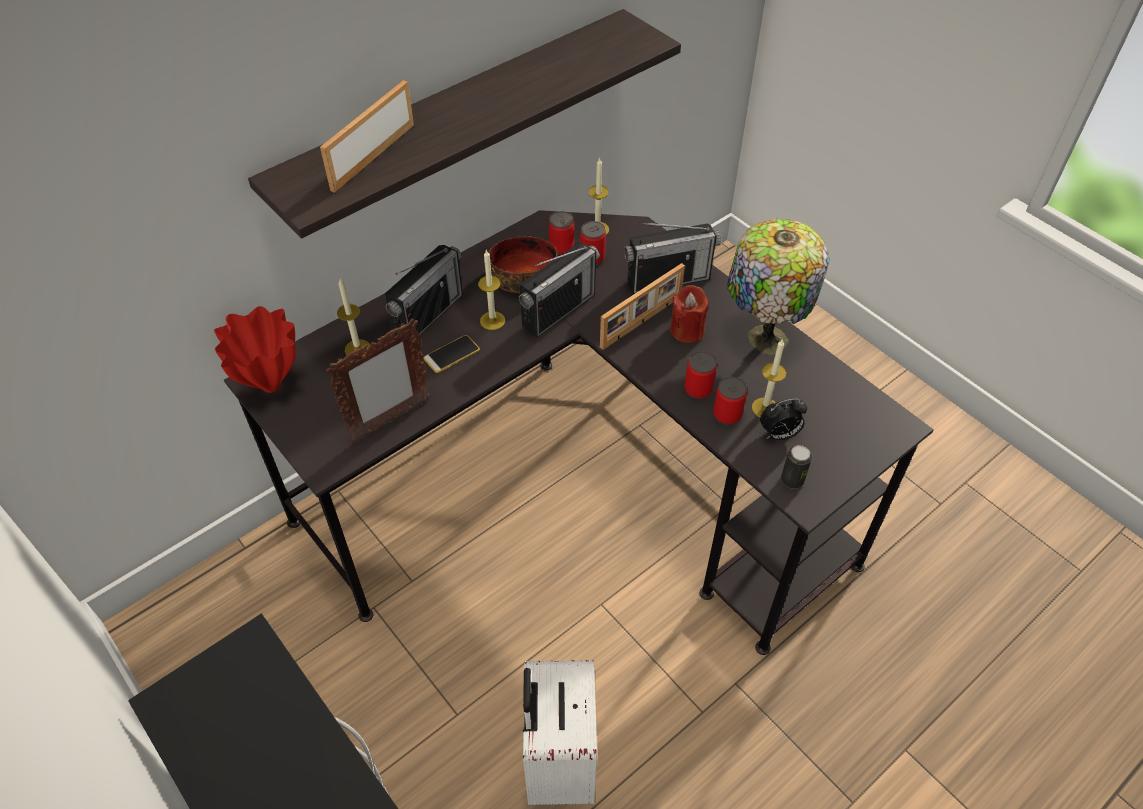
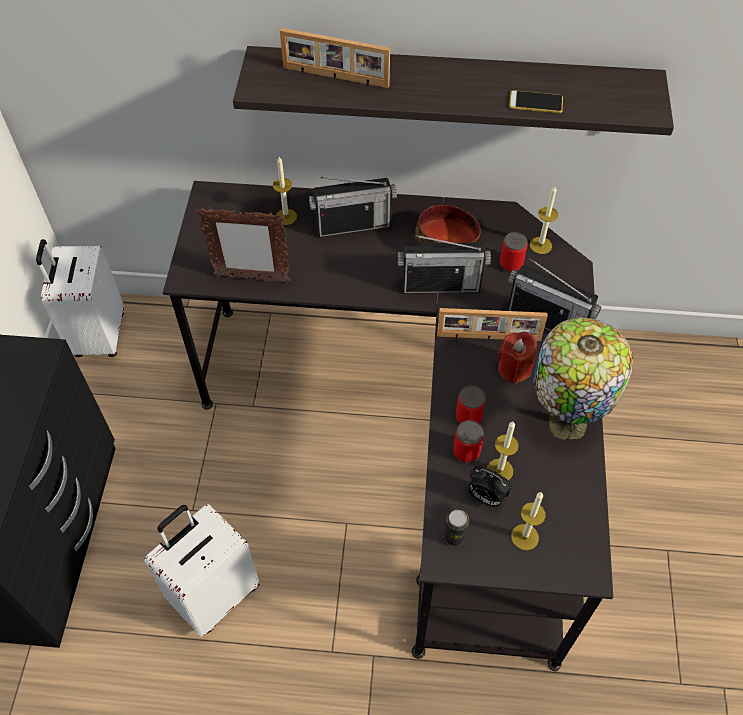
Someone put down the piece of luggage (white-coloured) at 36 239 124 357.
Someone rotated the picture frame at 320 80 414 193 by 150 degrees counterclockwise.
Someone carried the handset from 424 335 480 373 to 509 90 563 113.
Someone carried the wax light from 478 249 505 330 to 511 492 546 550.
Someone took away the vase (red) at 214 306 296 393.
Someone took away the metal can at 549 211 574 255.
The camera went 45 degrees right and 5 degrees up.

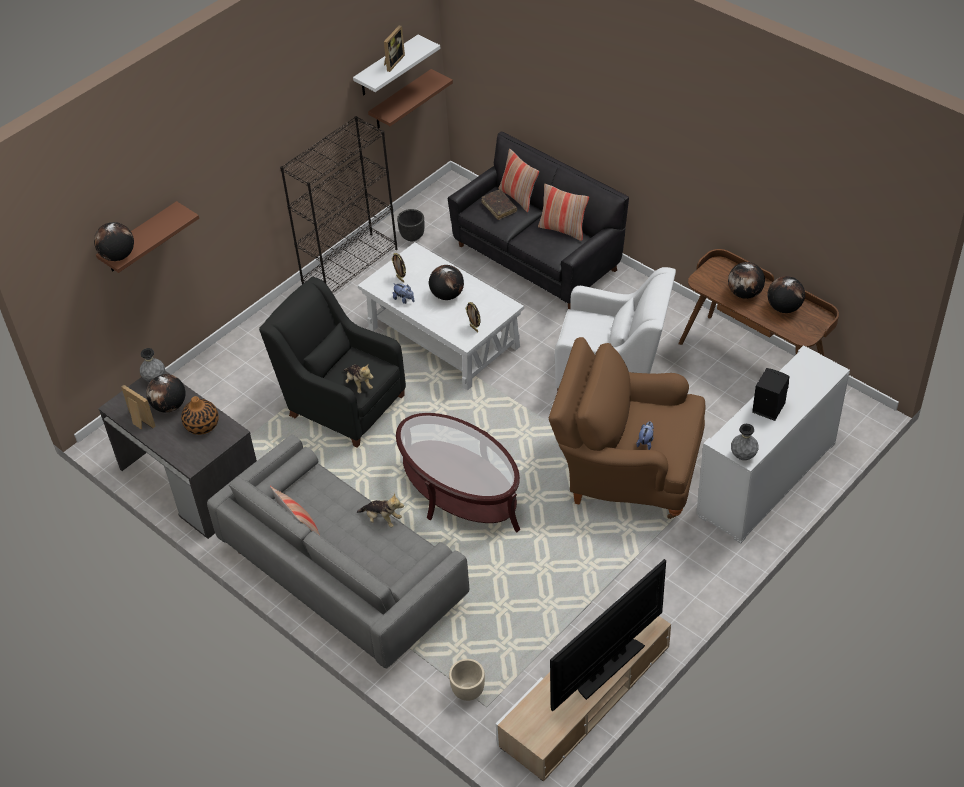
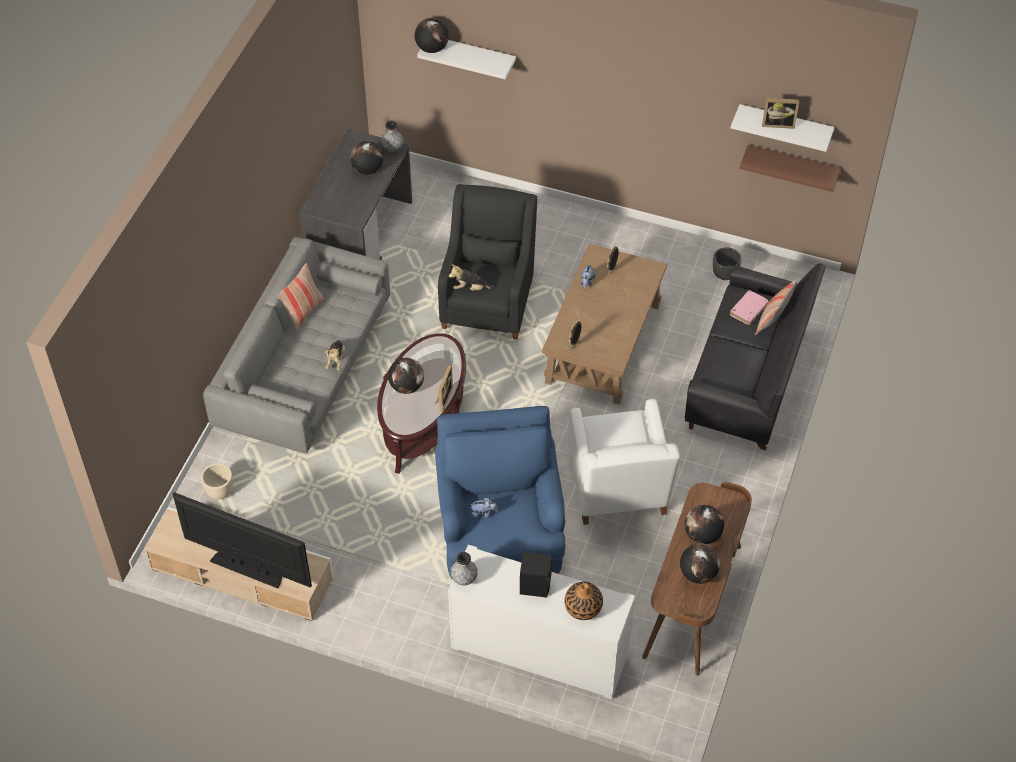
Someone carried the desk globe from 429 265 464 300 to 388 358 424 394.
Someone repainted the shelf (brown-coloured) at 96 201 199 273, which became the shelf (white-coloured) at 417 40 516 79.
Someone carried the picture frame from 121 385 155 430 to 435 364 453 412.
Someone repainted the armchair (brown-coloured) at 549 337 705 519, which became the armchair (bluish) at 435 406 565 580.
Someone rotated the plush toy at 343 365 373 393 by 60 degrees clockwise.
Someone repainted the low table (white-coloured) at 358 242 524 390, which became the low table (brown-coloured) at 542 244 667 405.
Someone carried the vase from 181 396 219 435 to 565 582 603 620.
Someone repainted the book (brown-coloured) at 482 189 517 220, which became the book (pinkish) at 730 290 769 325.
Someone took away the bookcase (black-coloured) at 280 116 398 293.
Someone took away the pillow at 538 184 589 241.
The camera went 65 degrees right and 5 degrees up.

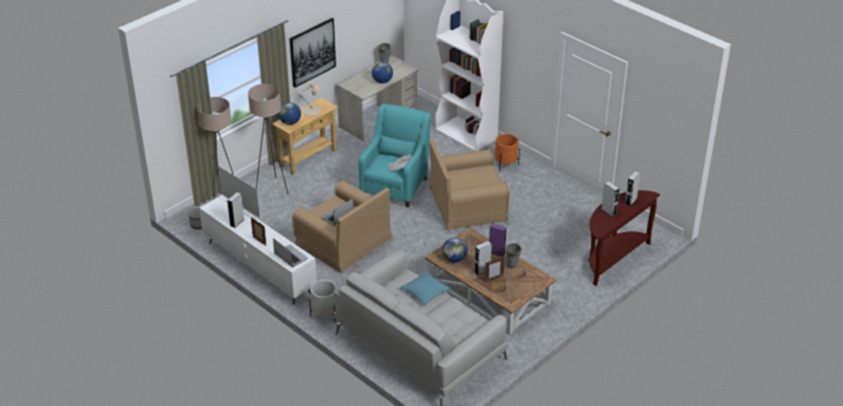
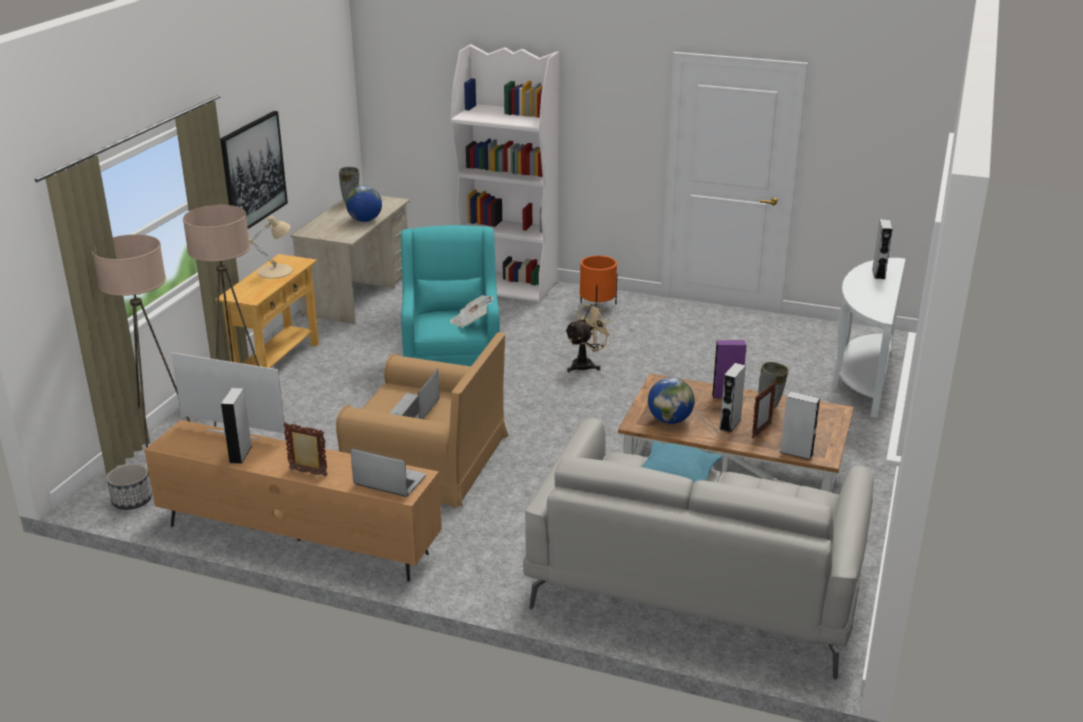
Someone repainted the media console (white-coloured) at 199 195 317 304, which became the media console (brown-coloured) at 144 420 442 582.
Someone swapped the armchair (brown-coloured) at 428 139 509 231 for the fan (beige-coloured) at 565 302 615 373.
Someone carried the audio speaker (gray) from 601 181 620 217 to 780 391 820 460.
Someone repainted the hall table (brown-coloured) at 588 190 660 286, which became the hall table (white-coloured) at 831 258 906 418.
Someone took away the desk globe at 278 102 301 125.
Someone took away the plant pot (white-coloured) at 309 280 337 322.
The camera went 25 degrees left and 10 degrees down.

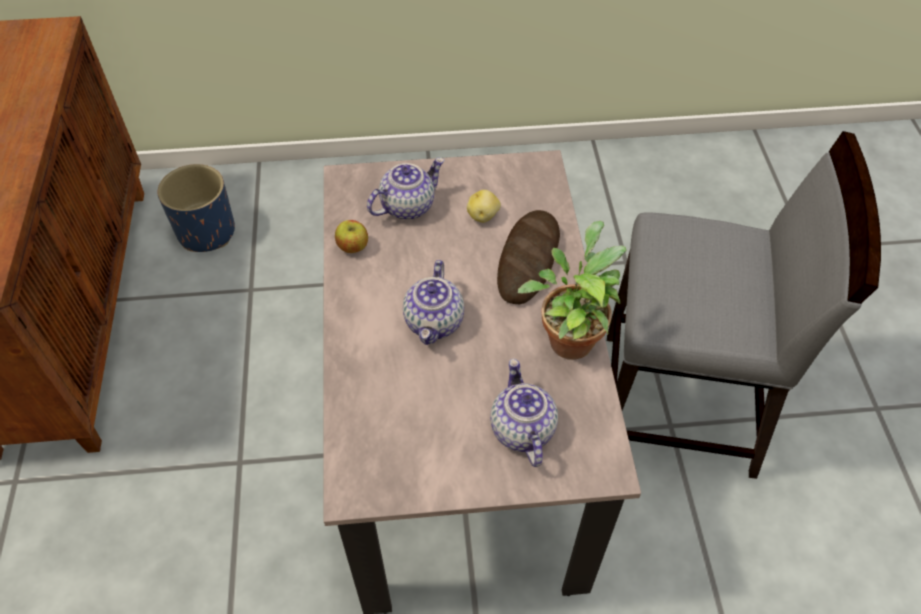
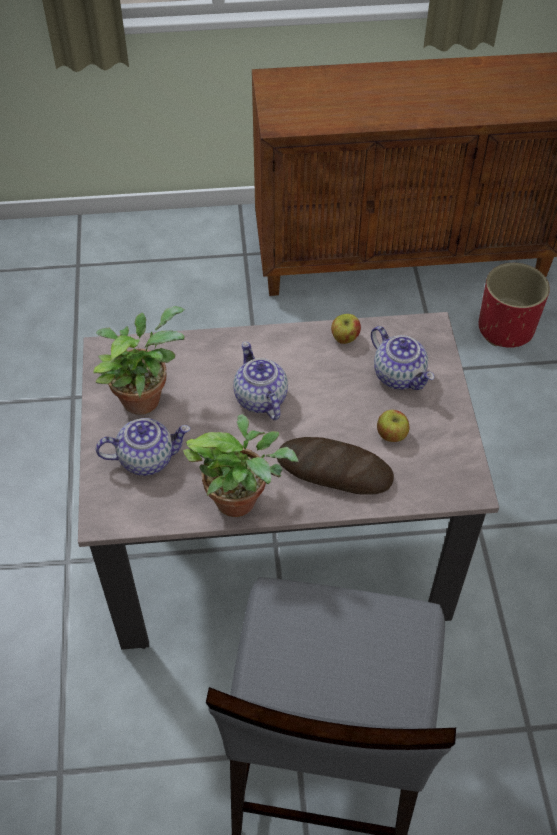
Someone put down the potted plant at 93 306 185 415.
Someone rotated the pot for tea at 403 260 464 345 by 60 degrees clockwise.
Someone swapped the spud at 467 190 501 223 for the whole apple at 377 410 410 442.
Someone repainted the plant pot (bluish) at 158 164 235 252, which became the plant pot (red) at 479 263 550 348.
The camera went 90 degrees right and 0 degrees up.

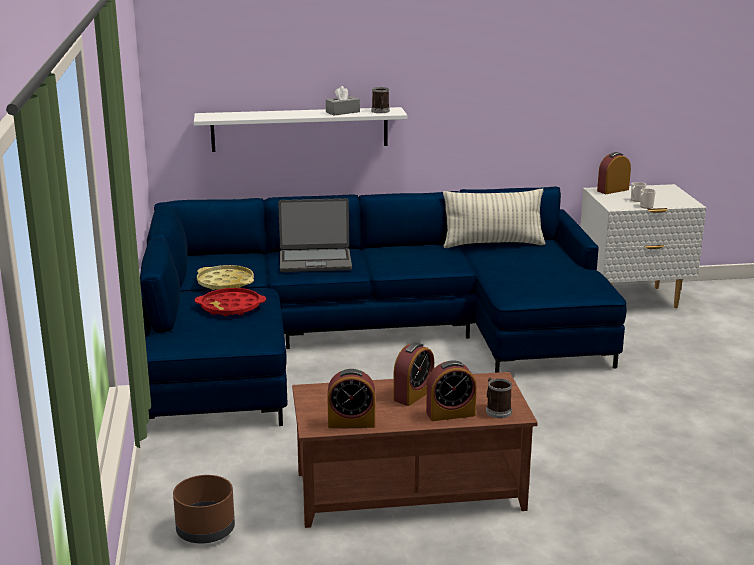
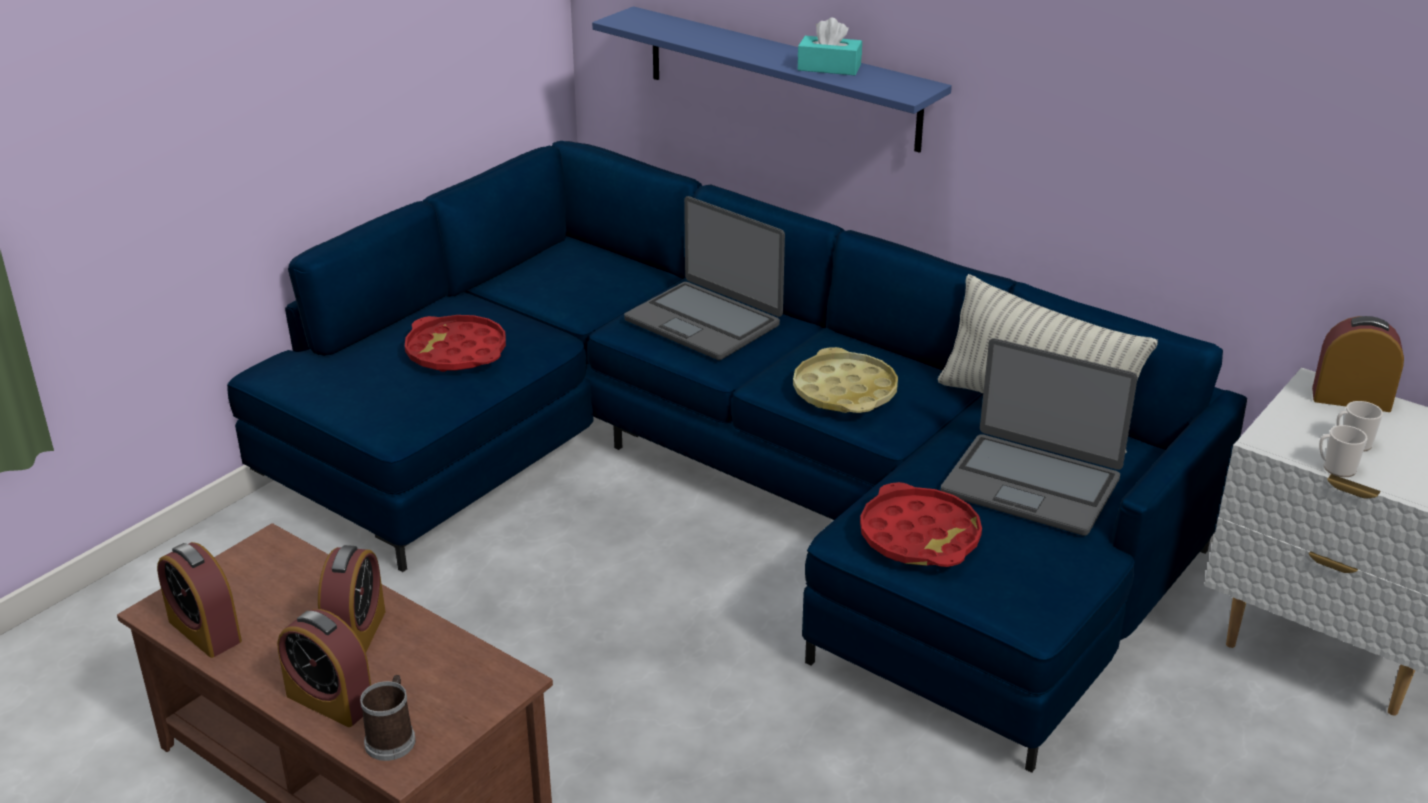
Someone rotated the bedside clock at 393 342 434 406 by 75 degrees counterclockwise.
Someone repainted the shelf (white-coloured) at 194 107 407 152, which became the shelf (bluish) at 592 6 952 153.
Someone carried the serving tray (yellow-coloured) from 197 265 254 290 to 793 347 898 413.
Someone repainted the tissue holder (gray) at 326 86 360 116, which became the tissue holder (blue-green) at 798 17 862 75.
Someone put down the serving tray (red) at 860 482 982 567.
Someone put down the laptop at 941 338 1138 536.
Someone took away the plant pot (brown-coloured) at 173 475 235 543.
Someone took away the tea mug at 371 87 390 113.
The camera went 45 degrees right and 10 degrees up.

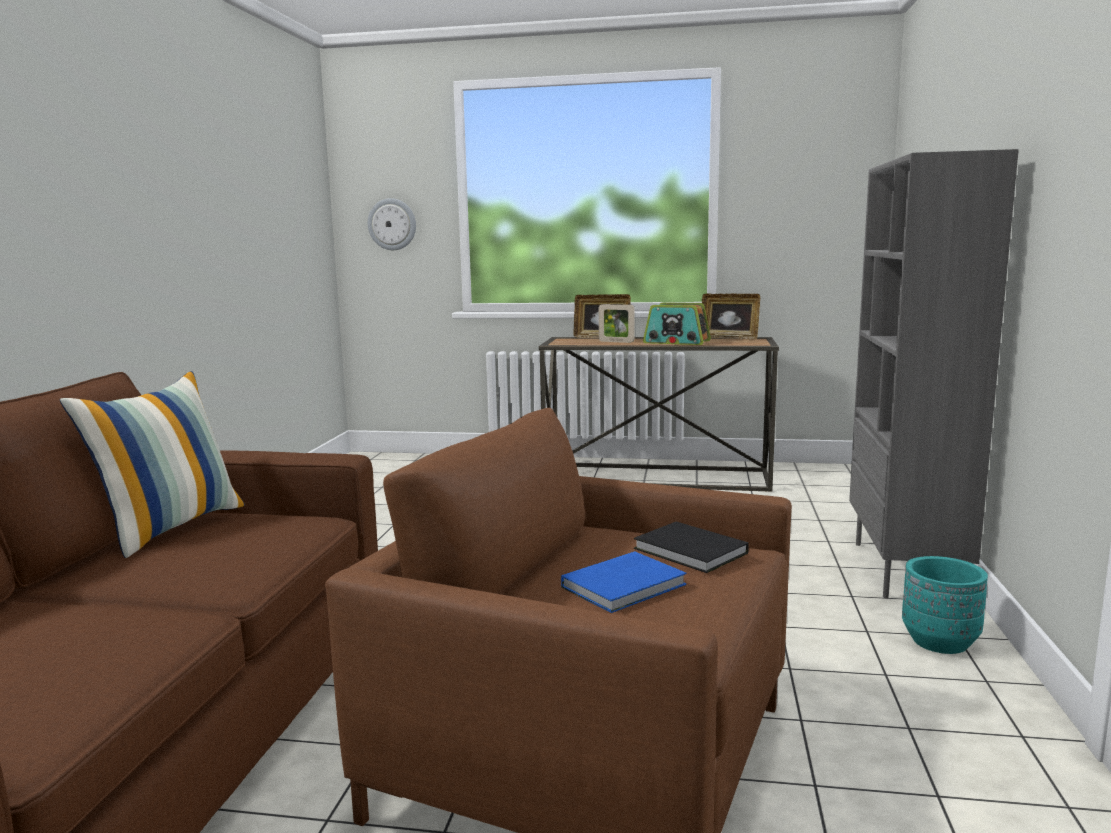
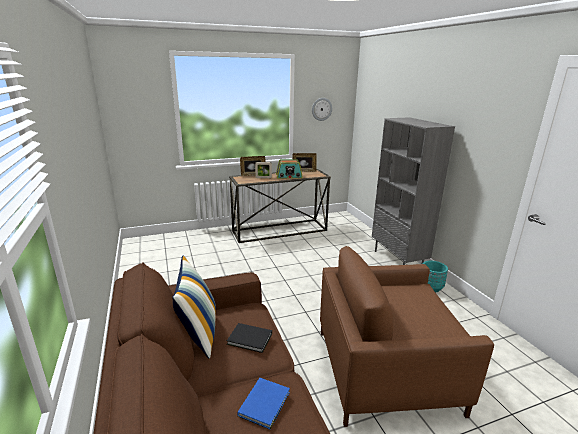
Someone carried the book (black-coloured) from 634 522 749 573 to 227 323 272 353.
Someone carried the book (bluish) from 561 551 686 613 to 238 378 290 430.
Someone carried the wall clock from 368 198 416 250 to 312 98 332 121.
The camera went 30 degrees left and 10 degrees up.

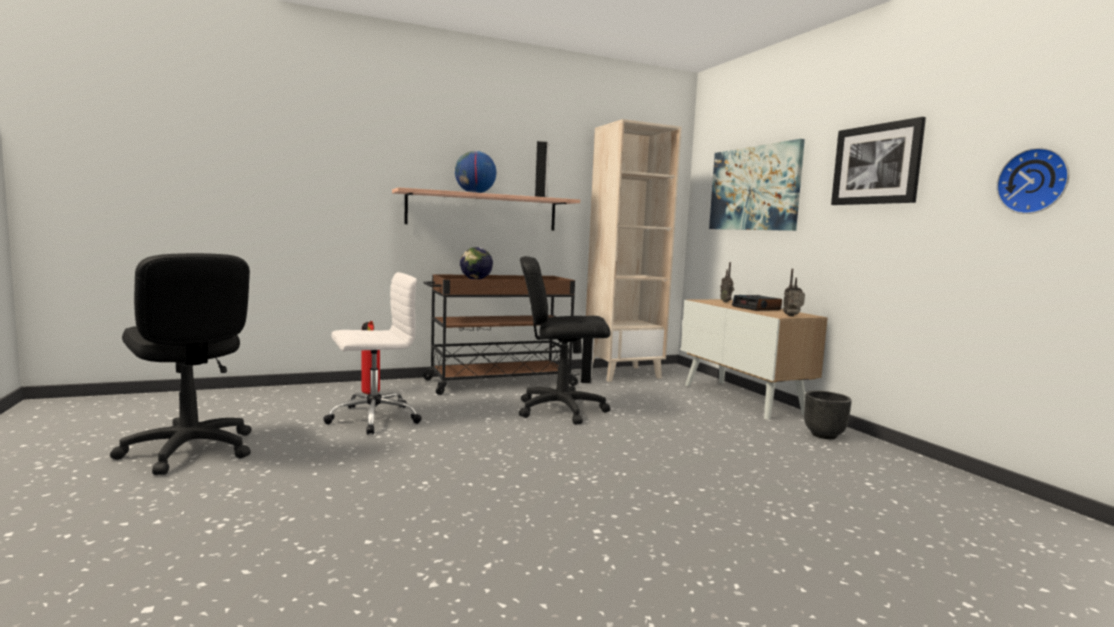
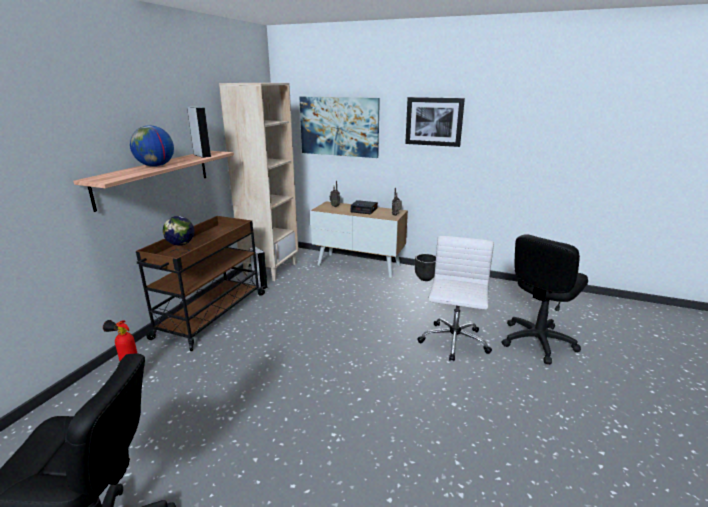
Someone carried the desk chair (white-coloured) from 323 272 422 435 to 417 236 494 361.
Someone carried the desk chair (black-coloured) from 519 256 611 424 to 501 234 588 364.
Someone took away the wall clock at 996 148 1069 214.
The camera went 45 degrees left and 15 degrees up.

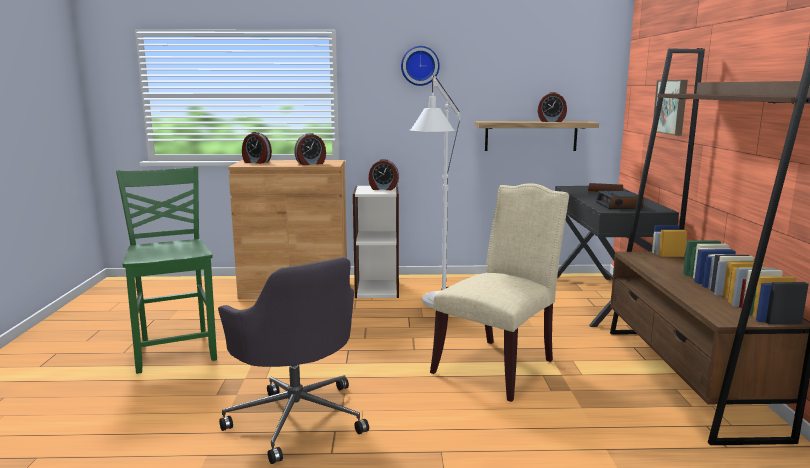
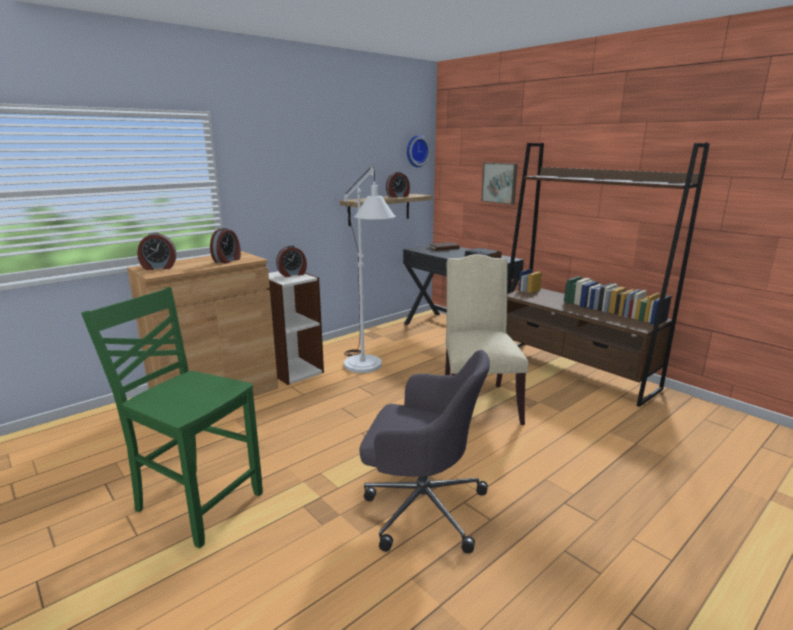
Someone carried the wall clock from 401 46 440 86 to 407 135 430 167.
The camera went 40 degrees left and 5 degrees up.

